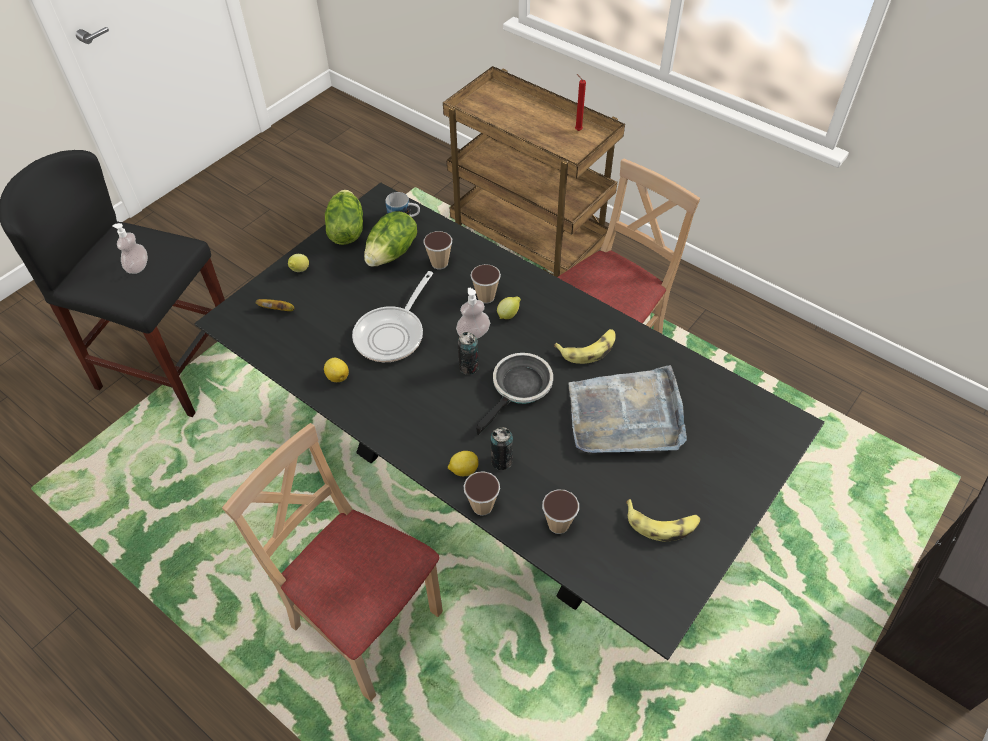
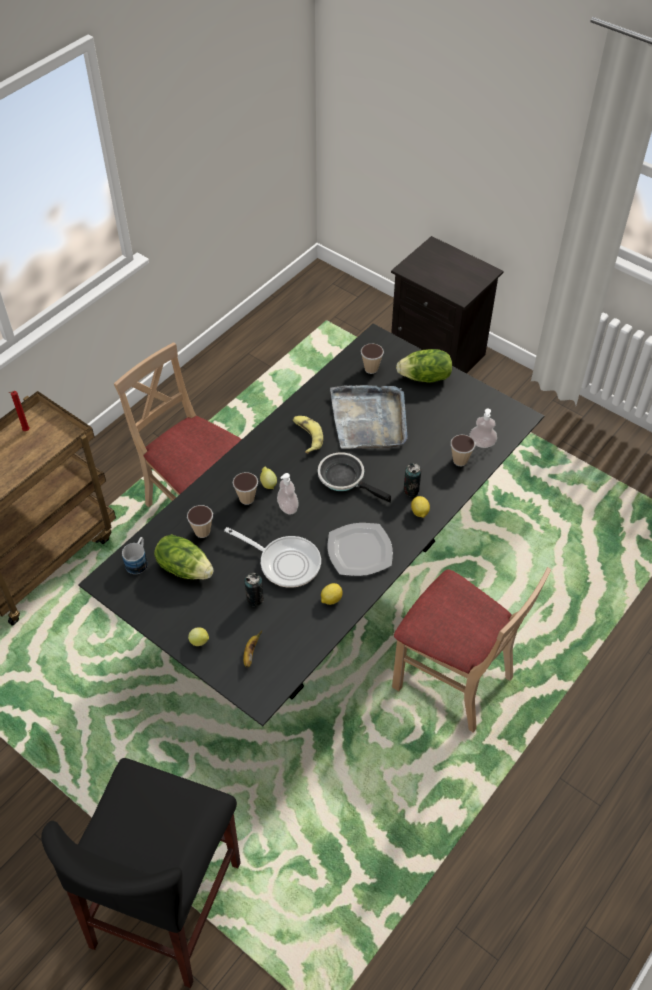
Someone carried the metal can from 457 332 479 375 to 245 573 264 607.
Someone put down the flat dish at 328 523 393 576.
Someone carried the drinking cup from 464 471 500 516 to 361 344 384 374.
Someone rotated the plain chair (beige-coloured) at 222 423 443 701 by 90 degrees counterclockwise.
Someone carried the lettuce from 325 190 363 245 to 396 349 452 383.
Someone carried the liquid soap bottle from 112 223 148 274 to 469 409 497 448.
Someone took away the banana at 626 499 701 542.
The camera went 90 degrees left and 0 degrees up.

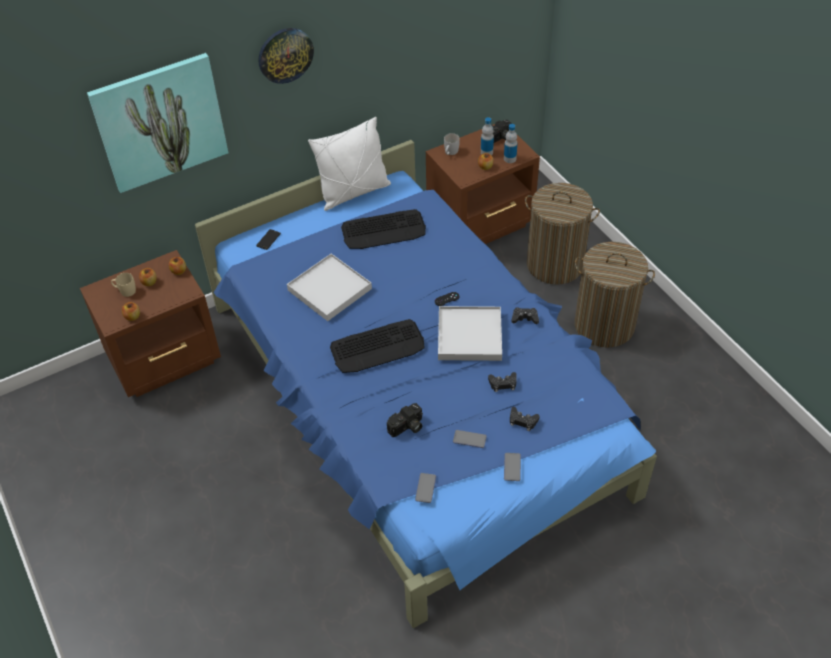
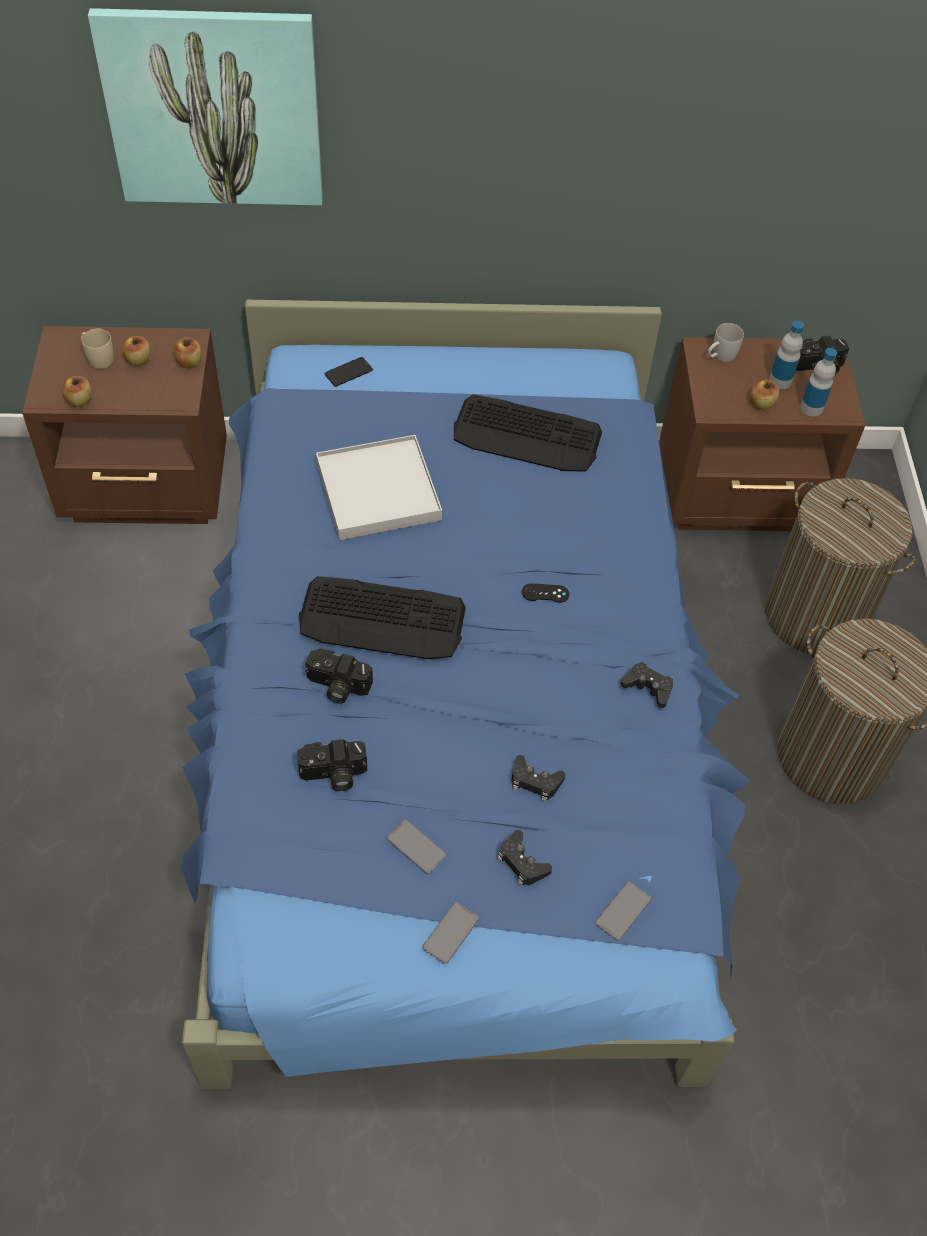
Someone put down the still camera at 305 648 373 703.
Someone carried the handset from 415 473 436 503 to 595 882 652 940.
Someone took away the wall clock at 258 28 314 84.
Someone took away the pillow (white-coloured) at 308 117 391 211.
Someone took away the serving tray (white-coloured) at 438 306 502 361.
The camera went 25 degrees right and 5 degrees up.

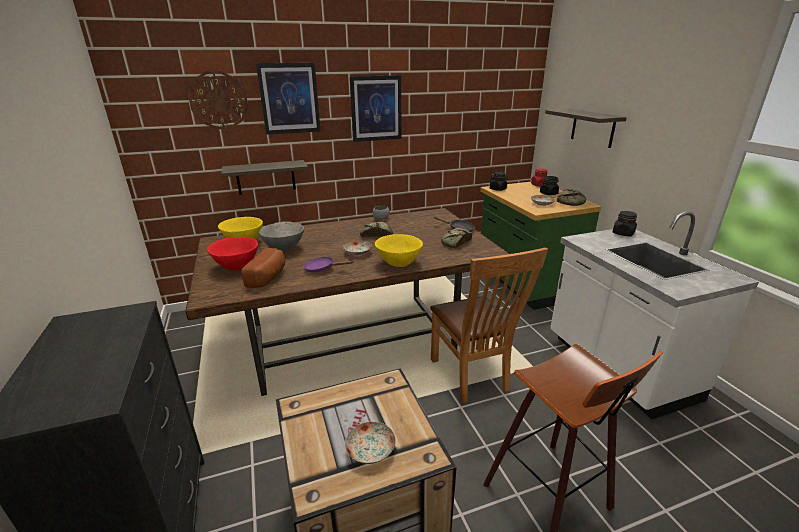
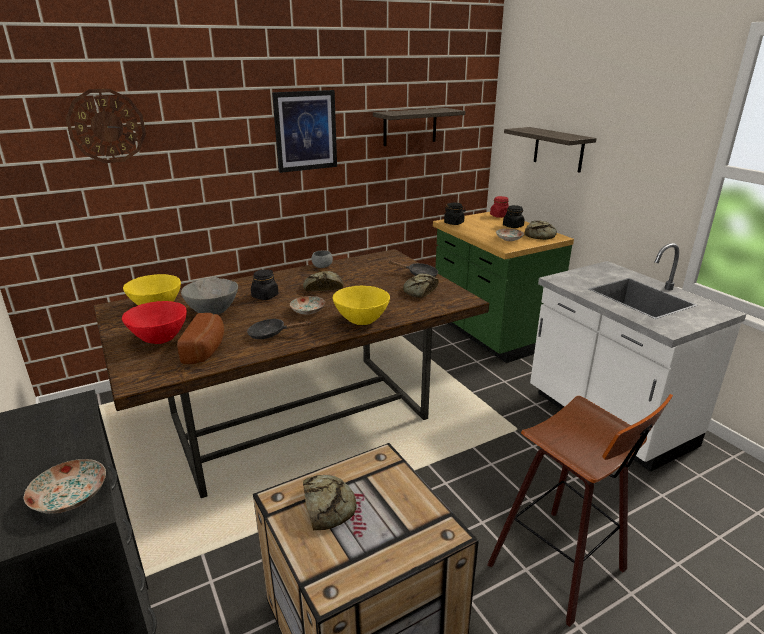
Someone carried the flat dish from 345 422 396 464 to 24 459 106 514.
Someone repainted the skillet (purplish) at 303 257 354 272, which became the skillet (black-coloured) at 247 319 310 339.
Someone carried the jar (black-coloured) from 613 211 637 237 to 251 269 279 300.
Someone put down the baked bread at 303 475 357 530.
Someone carried the shelf from 221 160 308 195 to 373 108 465 146.
Someone took away the wall art at 256 63 321 135.
Someone took away the plain chair (brown-coloured) at 430 247 548 403.
The camera went 10 degrees left and 0 degrees up.

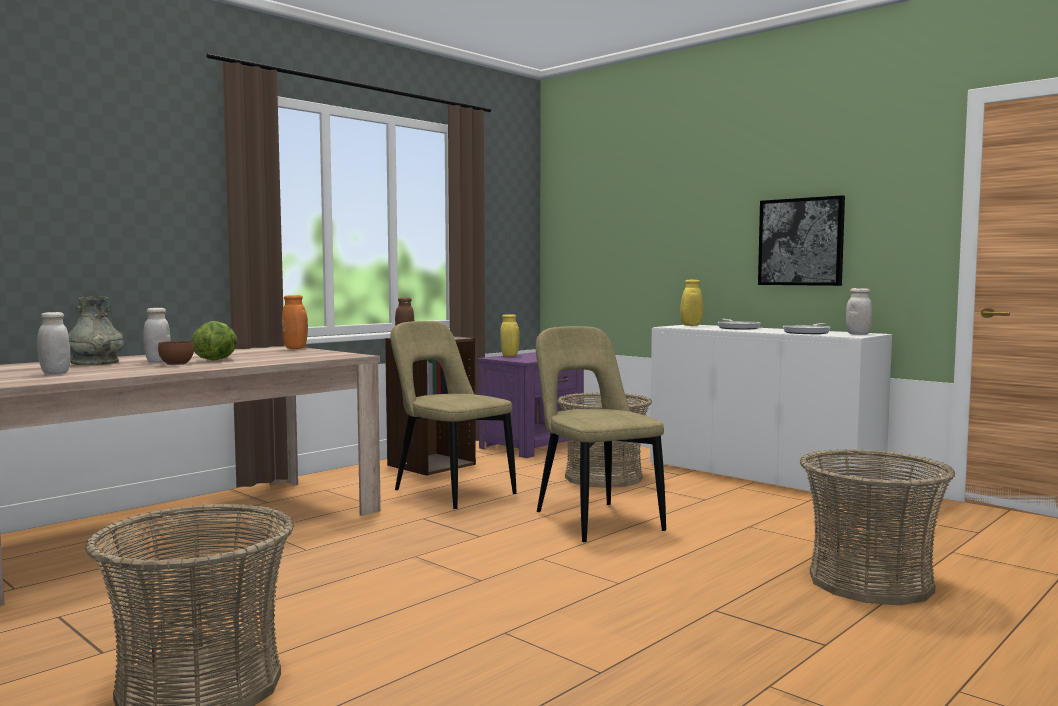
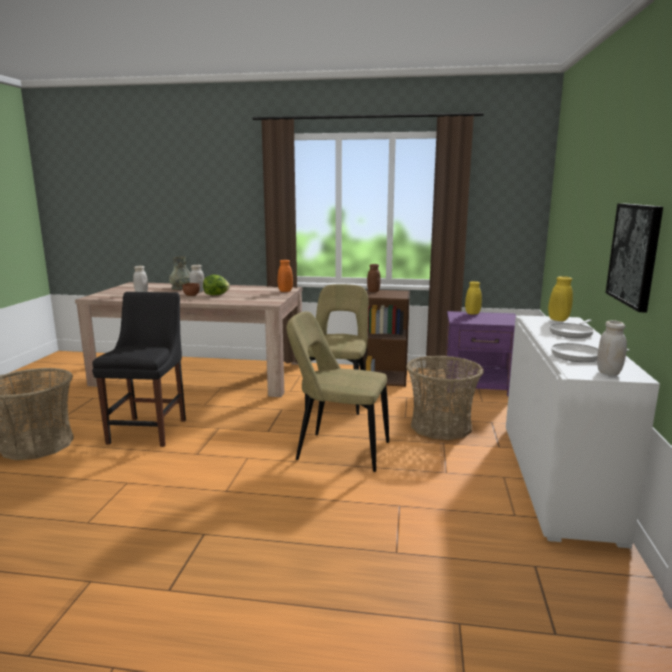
Someone put down the plain chair (black-coloured) at 92 292 186 447.
Someone rotated the plain chair (beige-coloured) at 536 326 666 542 by 105 degrees counterclockwise.
Someone took away the storage basket at 800 449 955 605.
The camera went 55 degrees right and 10 degrees up.

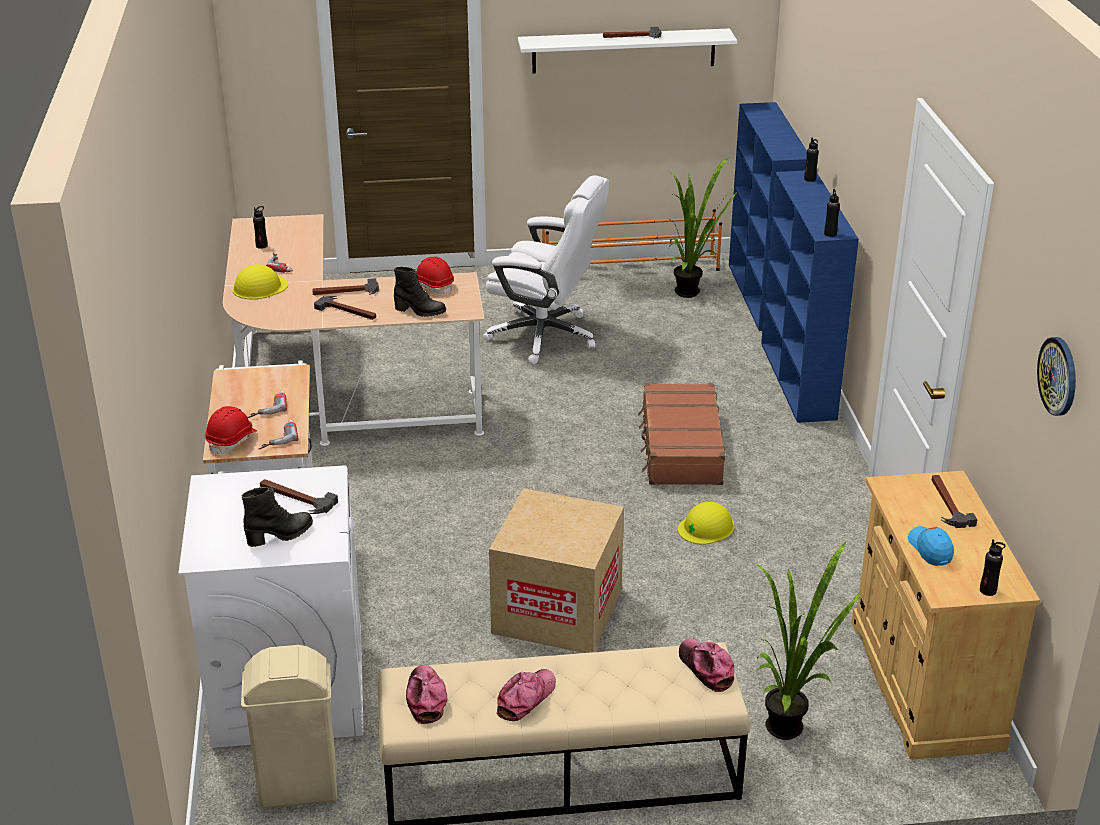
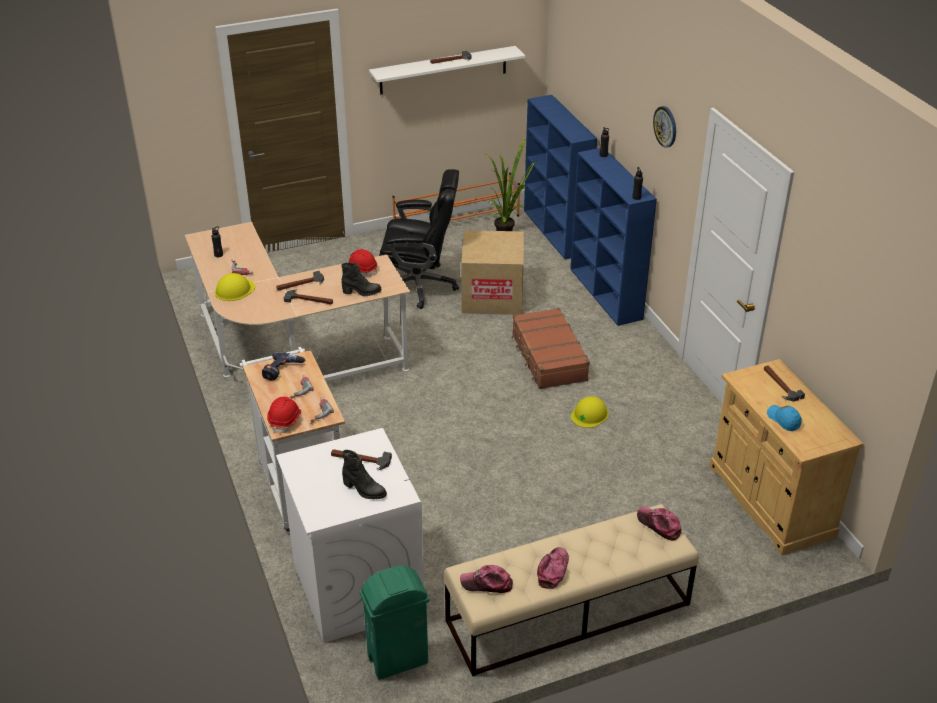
Someone put down the drill at 262 352 305 380.
Someone rotated the high-top boot (black-coloured) at 241 487 313 547 by 75 degrees clockwise.
Someone repainted the rubbish bin (beige-coloured) at 241 645 337 808, which became the rubbish bin (green) at 360 566 430 680.
Someone repainted the desk chair (white-coloured) at 483 175 609 364, which became the desk chair (black-coloured) at 379 169 459 309.
Someone rotated the baseball cap at 406 665 447 724 by 60 degrees counterclockwise.
Someone carried the cardboard box from 489 488 624 653 to 461 230 524 315.
Someone carried the wall clock from 1037 337 1076 416 to 653 106 676 148.
Someone took away the potted plant at 757 541 862 740.
Someone took away the bottle (black-coloured) at 980 539 1006 596.
The camera went 15 degrees left and 5 degrees up.

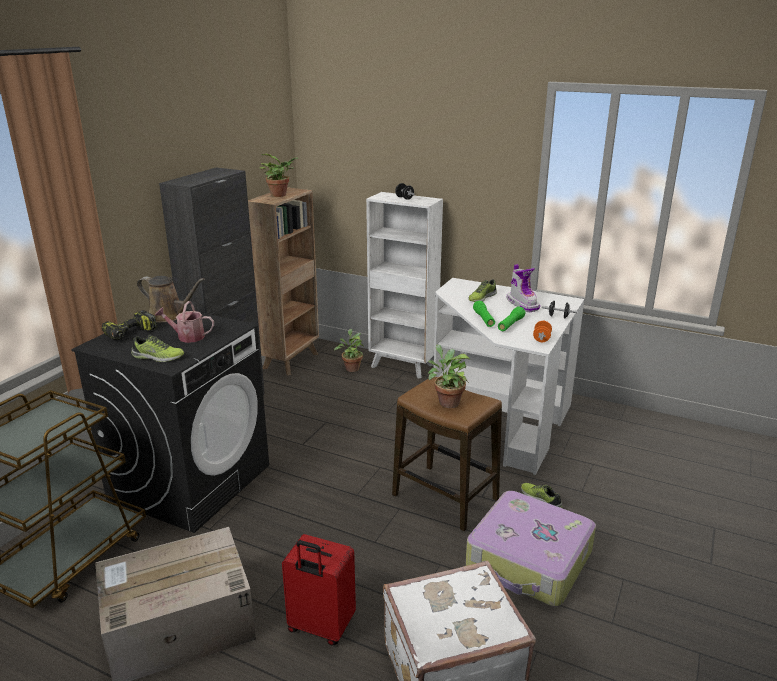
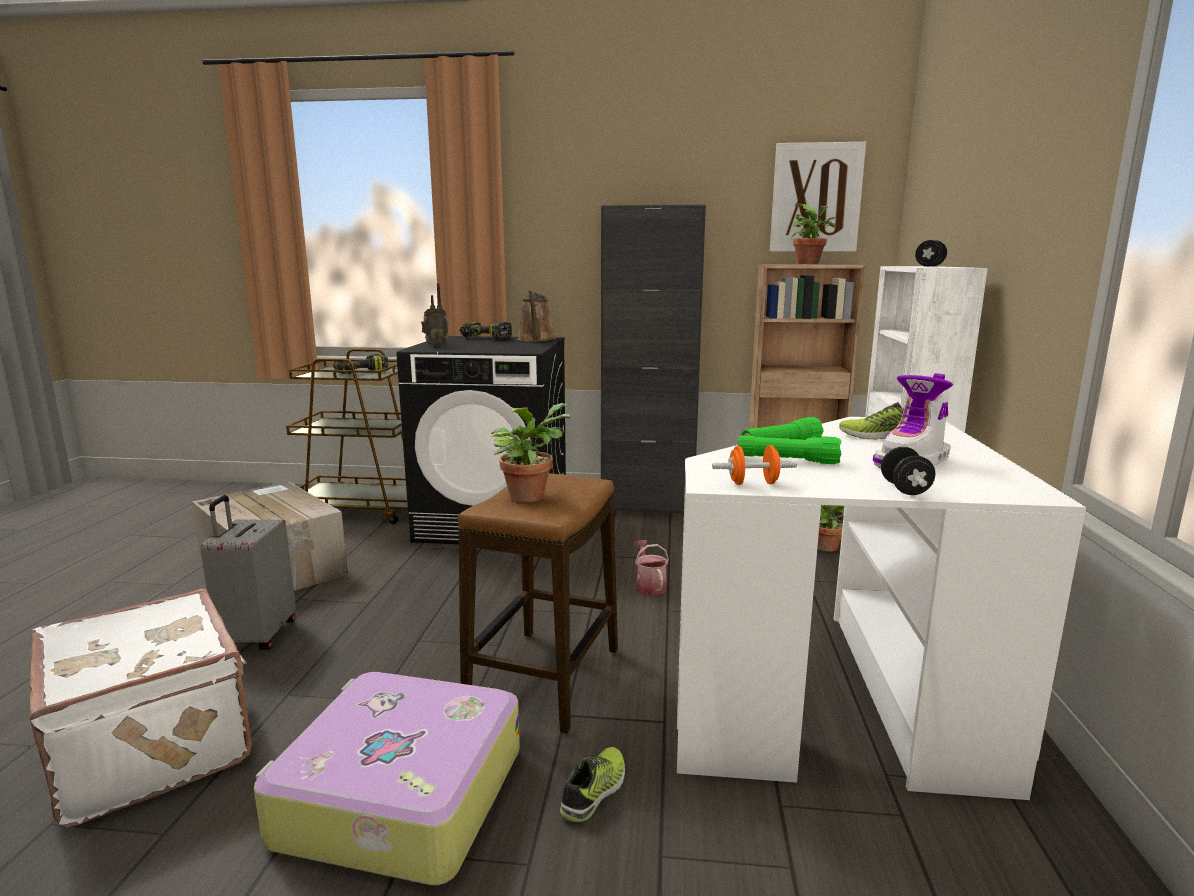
Someone repainted the piece of luggage (red) at 282 534 356 645, which became the piece of luggage (gray) at 201 495 296 650.
Someone put down the drill at 333 354 388 374.
Someone swapped the item of footwear at 131 335 184 362 for the radio at 421 283 448 347.
Someone carried the sprinkling can from 155 301 214 343 to 634 540 669 595.
Someone put up the wall art at 770 142 866 252.
The camera went 70 degrees right and 10 degrees down.

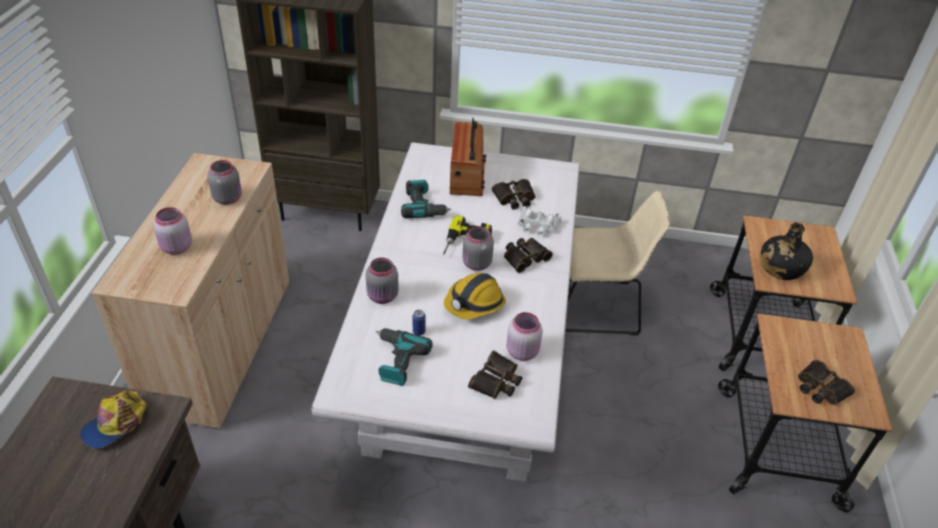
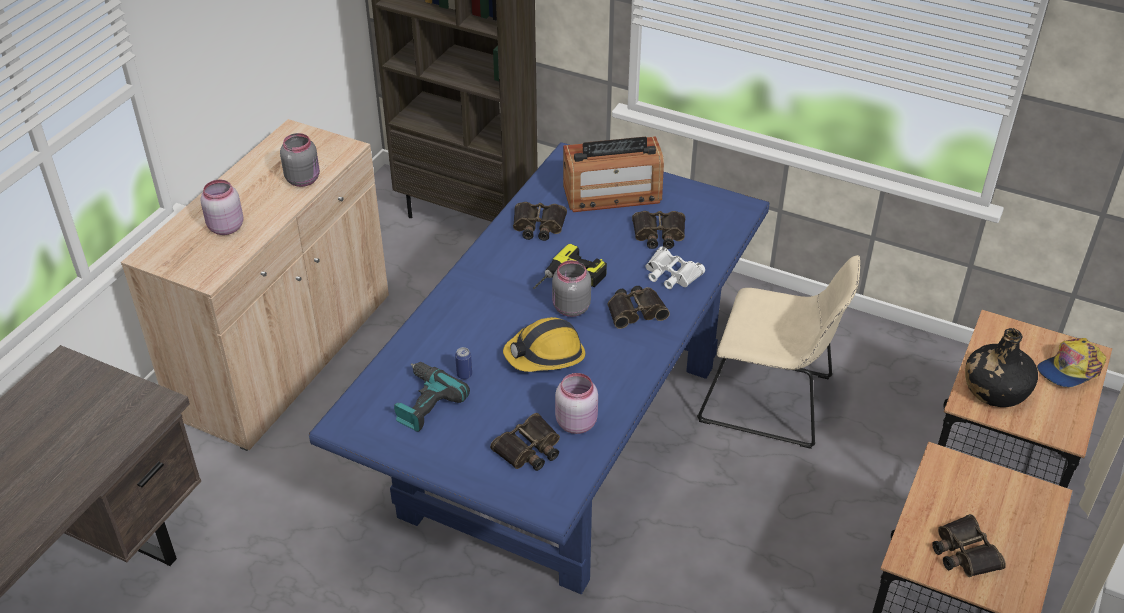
Someone repainted the kitchen table (white-coloured) at 311 142 580 482, which became the kitchen table (bluish) at 309 142 770 594.
Someone swapped the drill at 401 180 451 218 for the binoculars at 513 202 567 241.
Someone rotated the radio at 450 118 486 196 by 60 degrees clockwise.
Someone carried the baseball cap from 80 391 146 449 to 1037 338 1106 387.
Someone took away the jar (gray) at 366 258 399 304.
The camera went 20 degrees right and 0 degrees up.

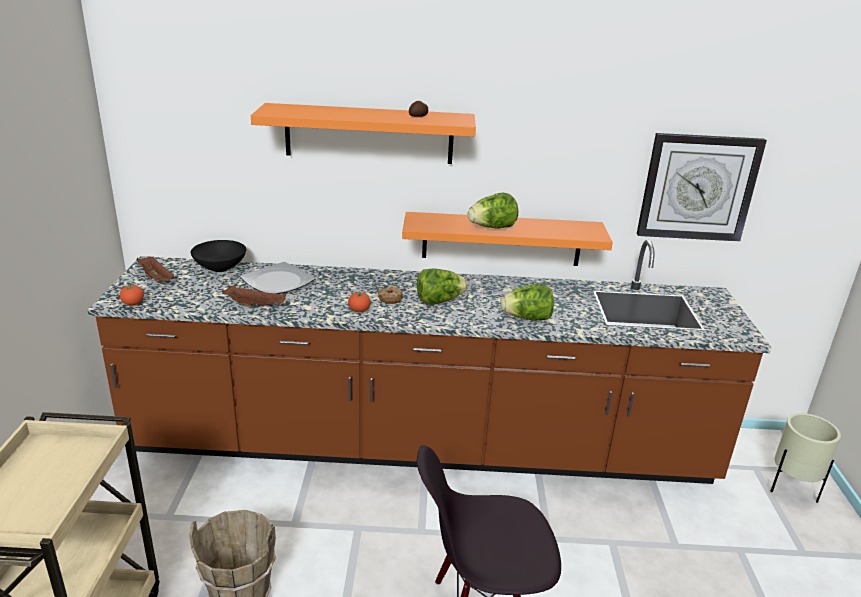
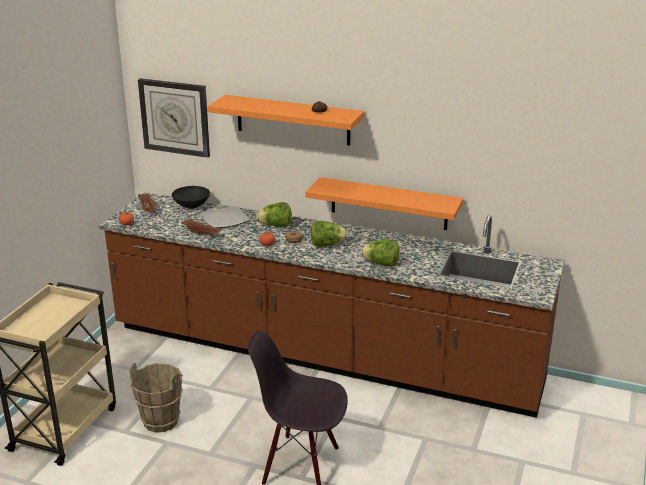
Someone carried the wall clock from 637 133 767 241 to 138 78 210 158.
Someone carried the lettuce from 468 193 518 229 to 256 202 291 227.
Someone took away the plant pot (beige-coloured) at 771 413 841 503.
The camera went 20 degrees right and 0 degrees up.

